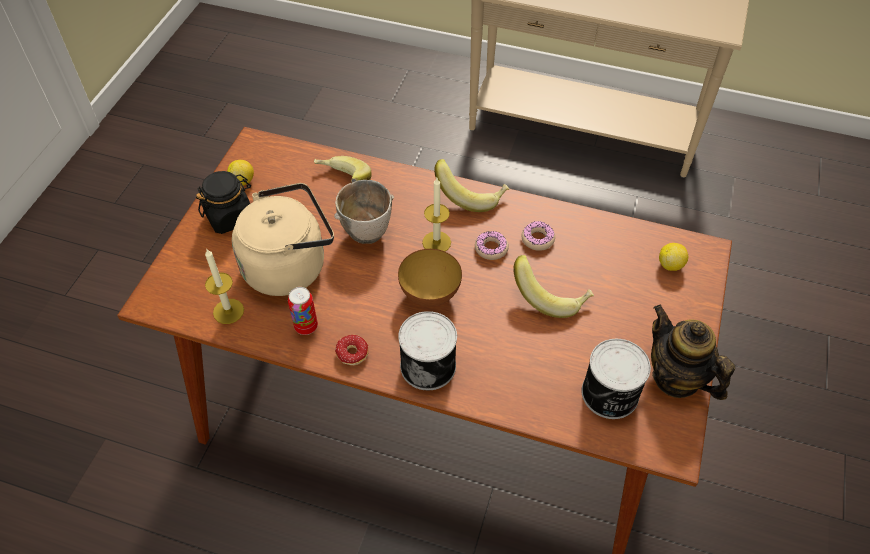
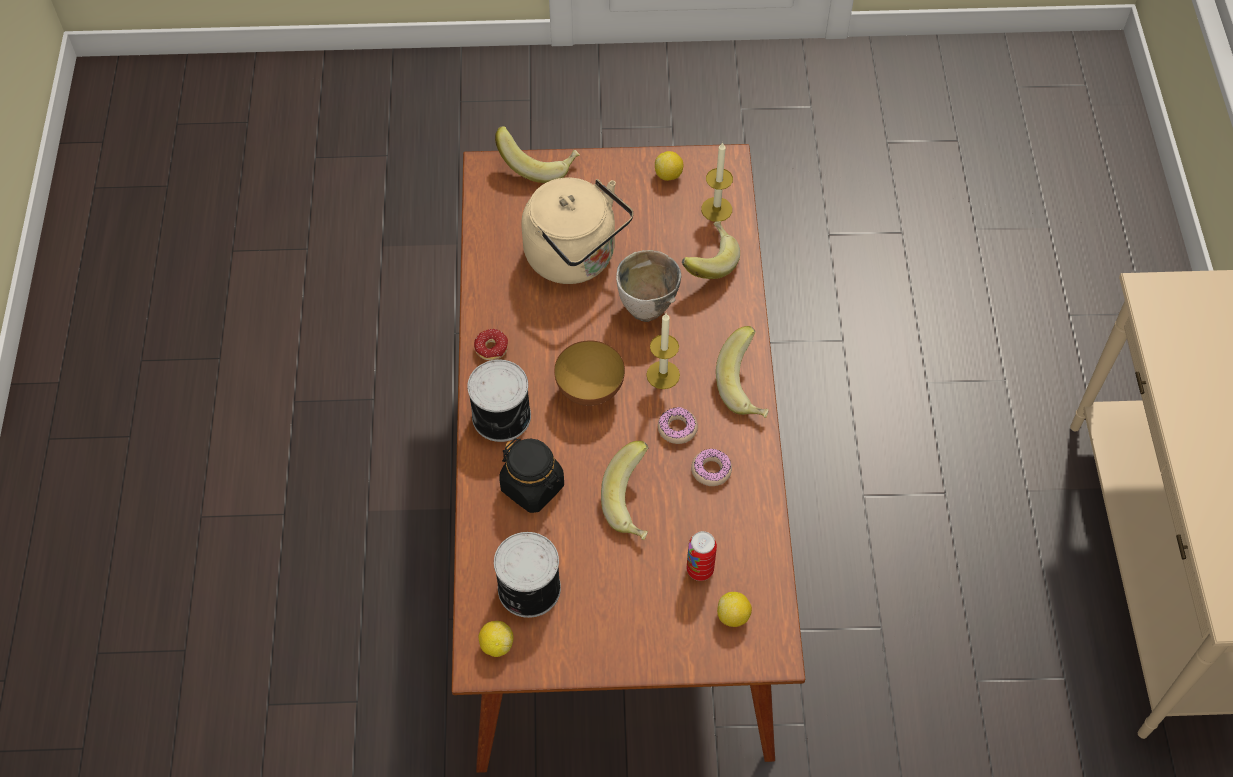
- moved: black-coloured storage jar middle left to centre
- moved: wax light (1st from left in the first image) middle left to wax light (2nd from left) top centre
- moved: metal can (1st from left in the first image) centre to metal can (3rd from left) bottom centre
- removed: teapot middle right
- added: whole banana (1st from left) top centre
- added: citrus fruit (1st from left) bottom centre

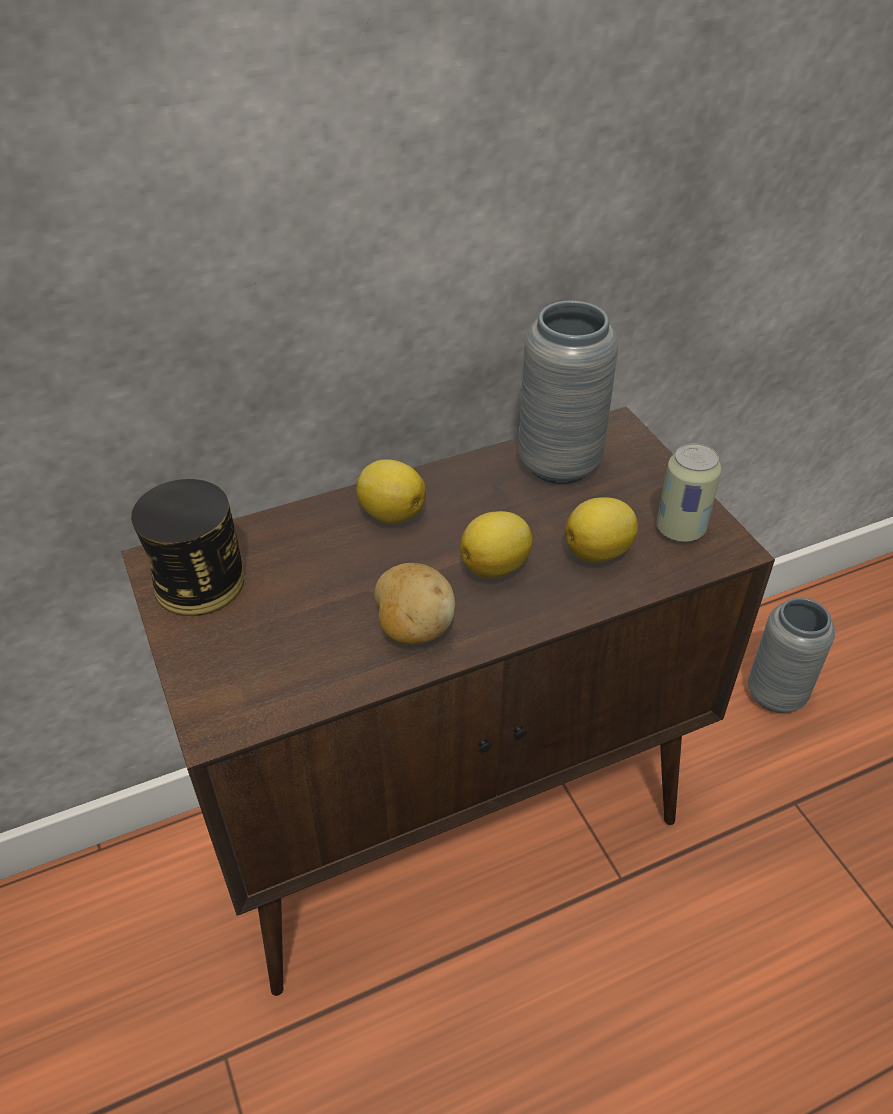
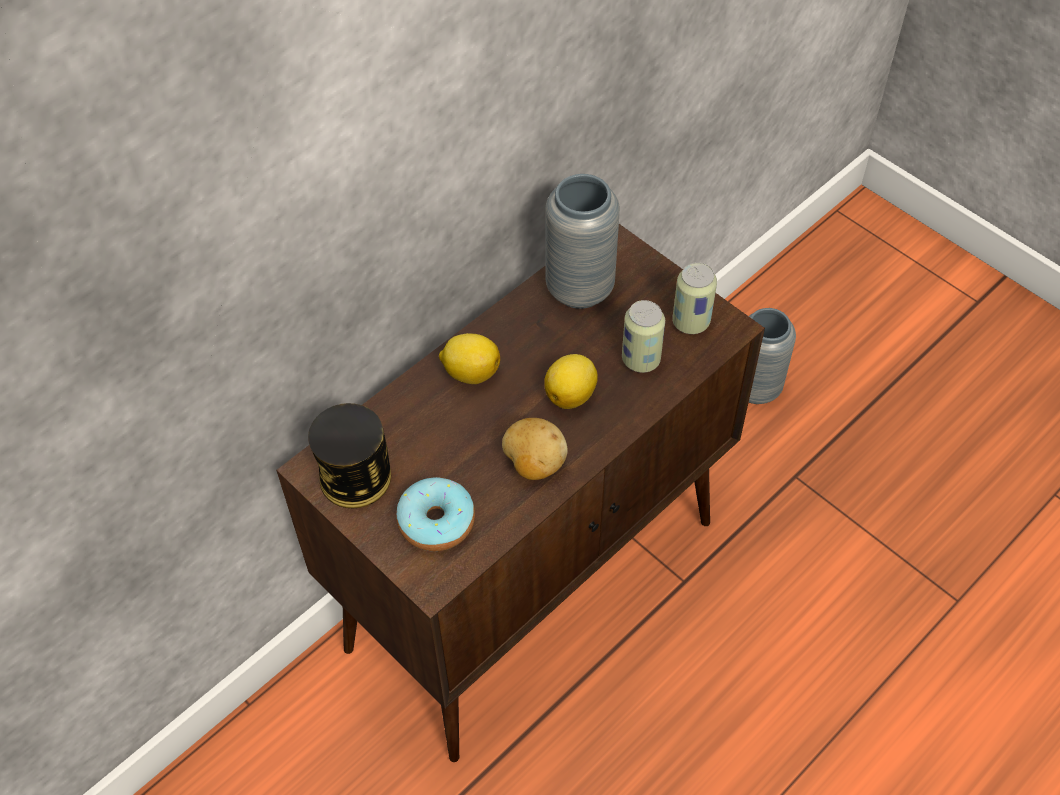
- replaced: citrus fruit (3rd from left) middle right to metal can (2nd from left) centre
- added: doughnut centre

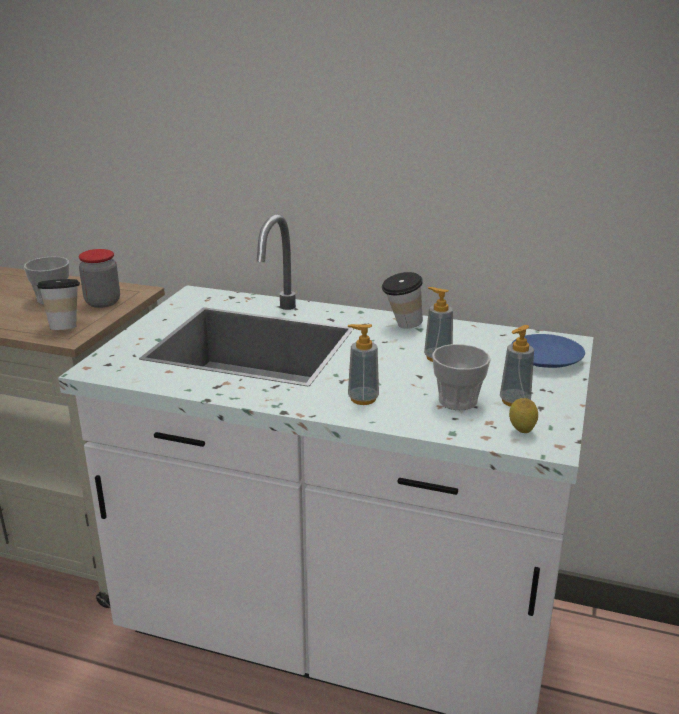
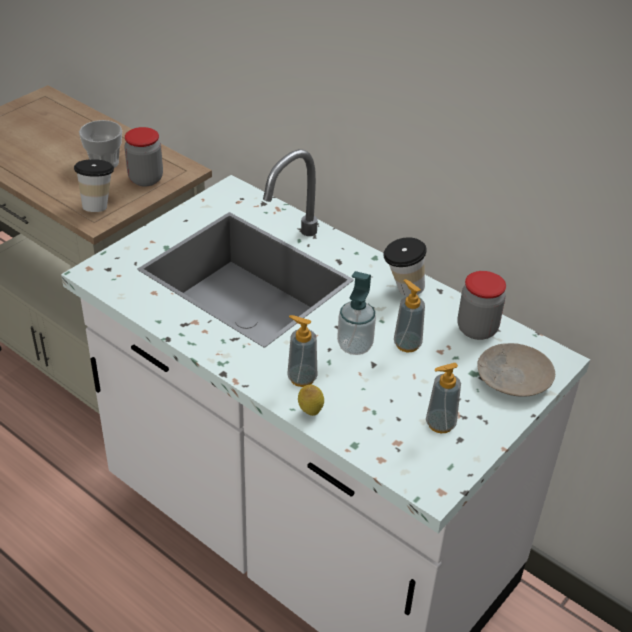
- recoloured: blue dinner plate middle right to sand-coloured dinner plate middle right
- removed: small cup (4th from left) middle right
- moved: citrus fruit middle right to centre
- added: liquid soap bottle (2nd from left) centre
- added: storage jar (2nd from left) middle right

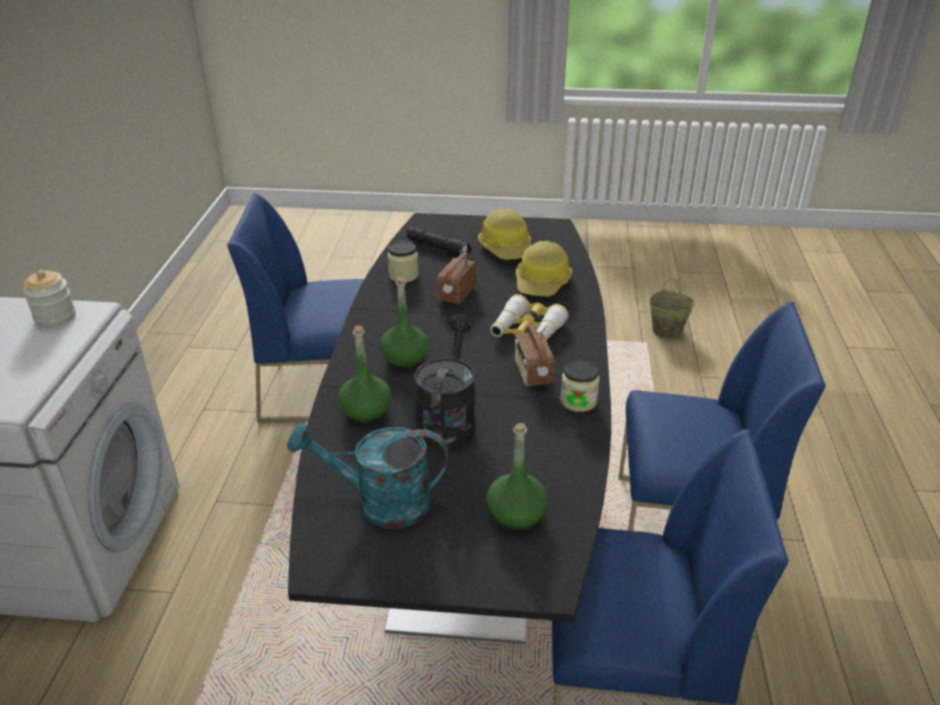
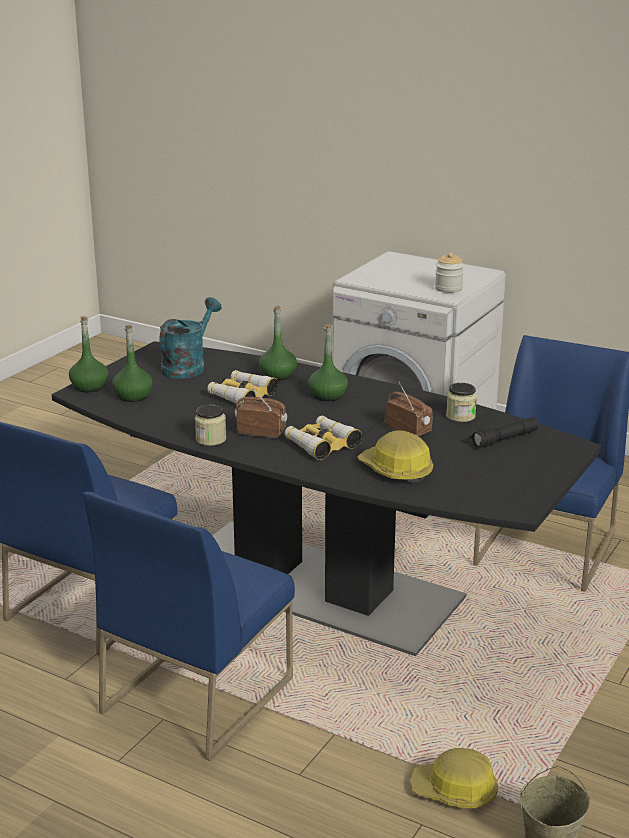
- moved: hard hat (1st from left in the first image) top centre to hard hat (2nd from left) bottom right
- replaced: black-coloured watering pot centre to binoculars (1st from left) centre
- added: green-coloured bottle (1st from left) middle left

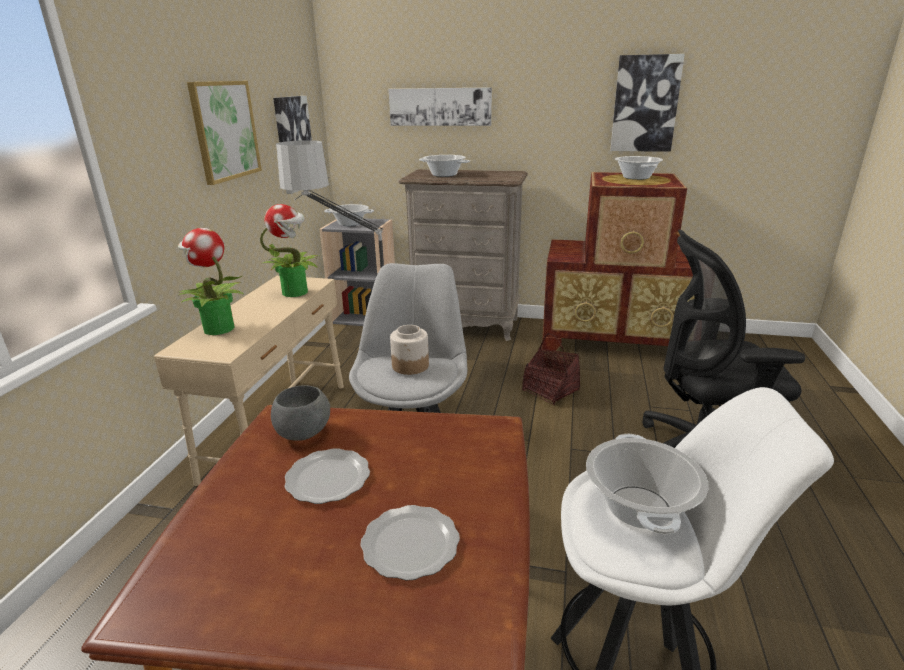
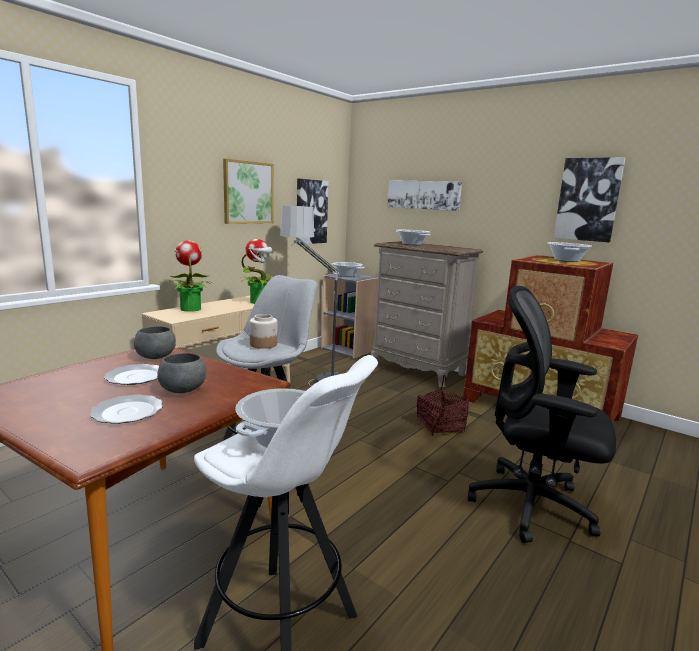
- added: gray serving bowl (2nd from left) middle left

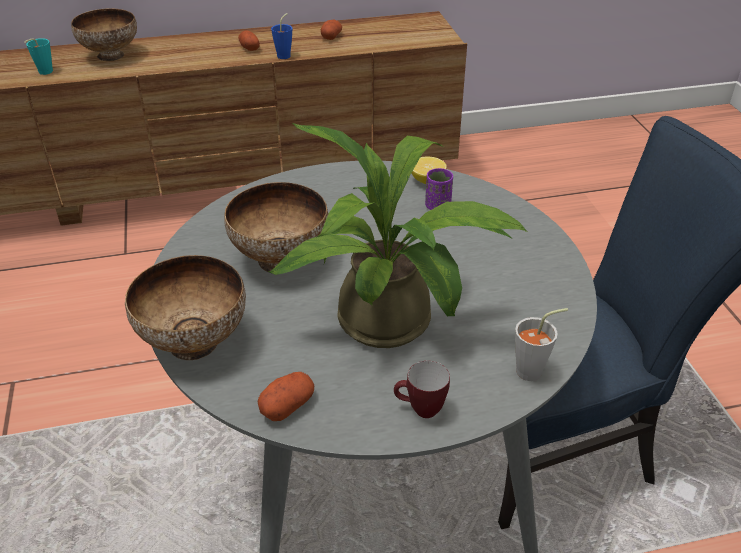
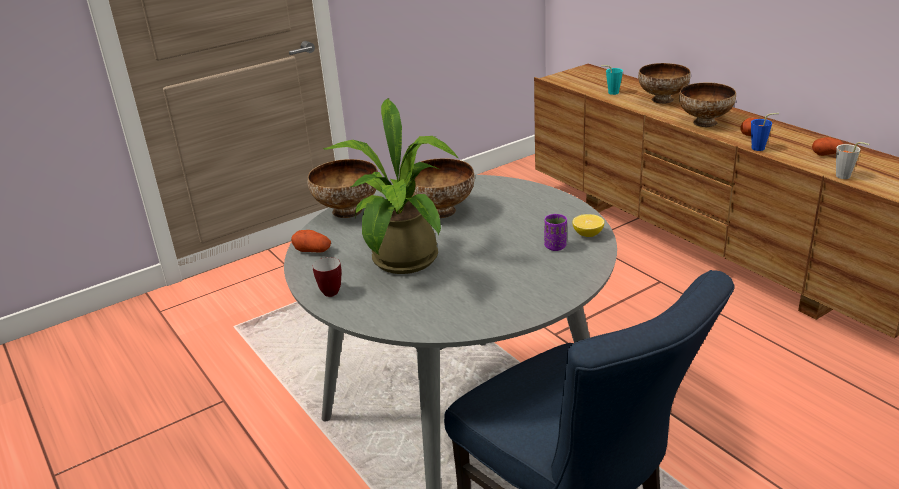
- moved: gray small cup middle right to top right
- added: serving bowl (4th from left) top right

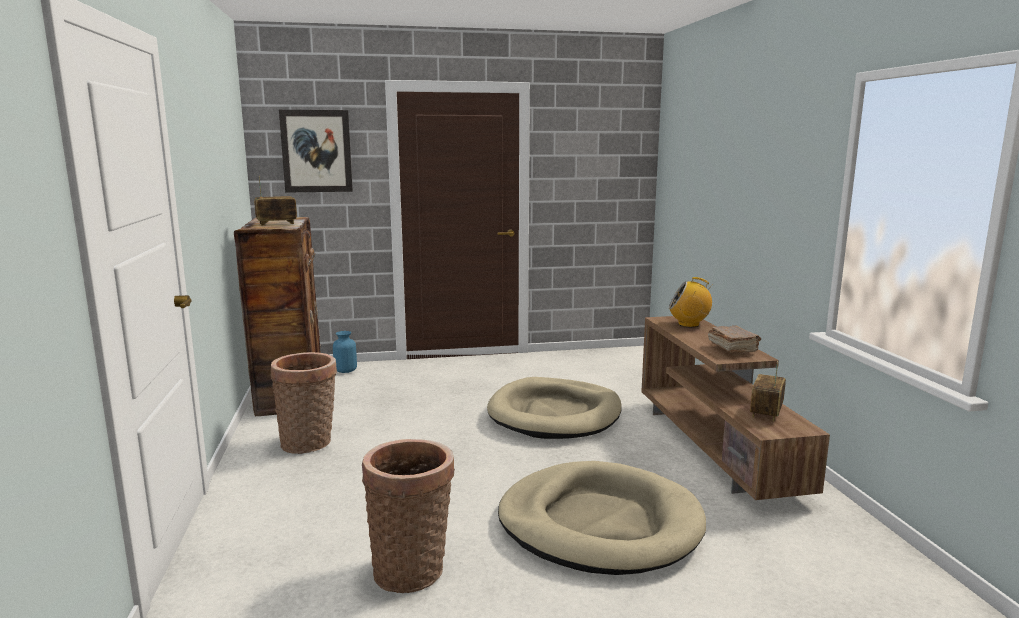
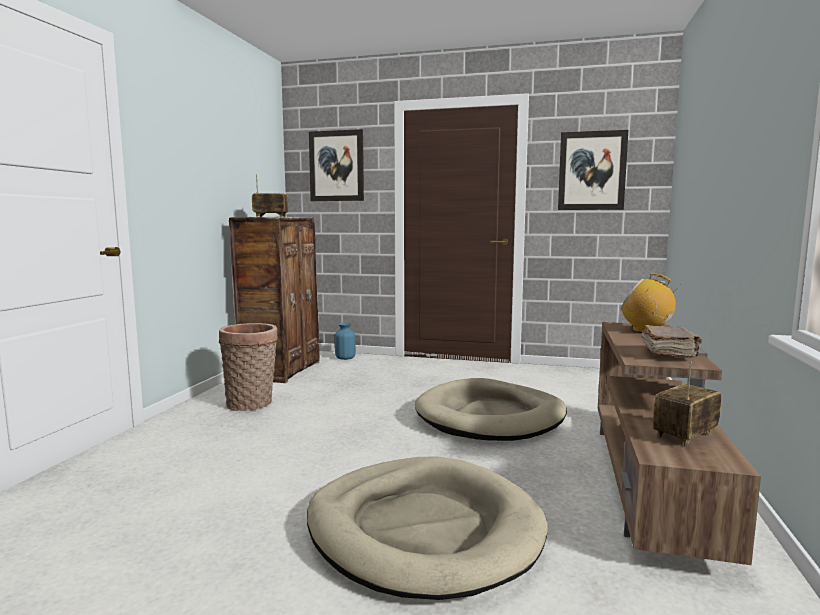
- removed: storage basket (2nd from left) bottom centre
- added: wall picture (2nd from left) top right

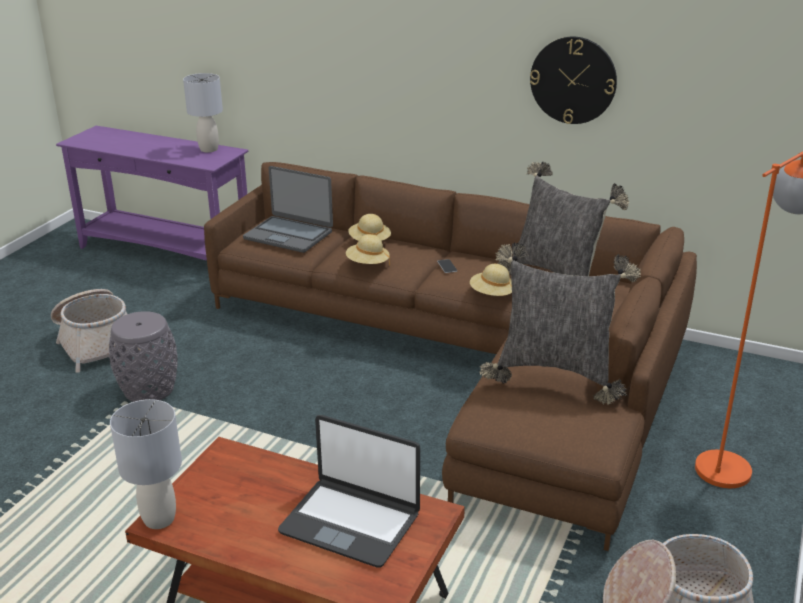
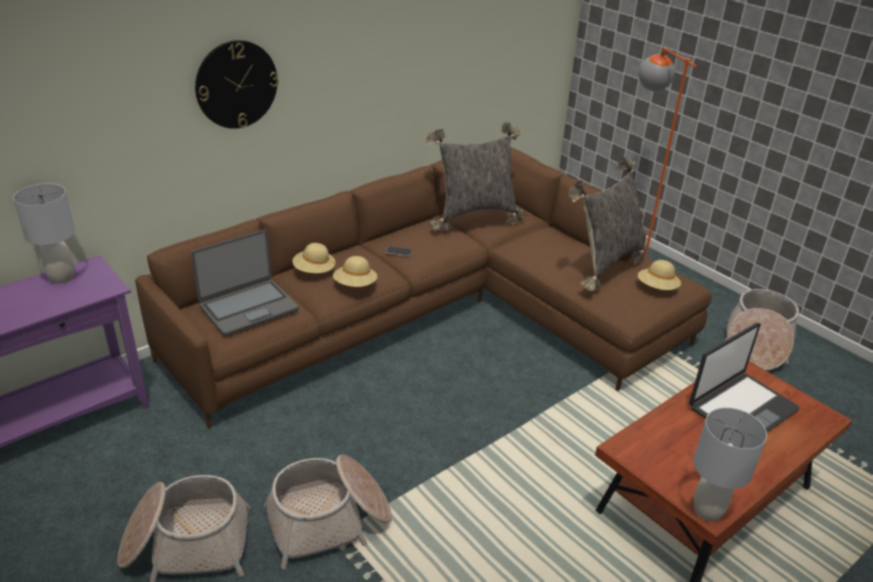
- moved: wall clock top right to top left
- moved: sand-coloured clothing hat (3rd from left) centre to middle right
- replaced: gray sitting stool middle left to storage basket (2nd from left) bottom centre

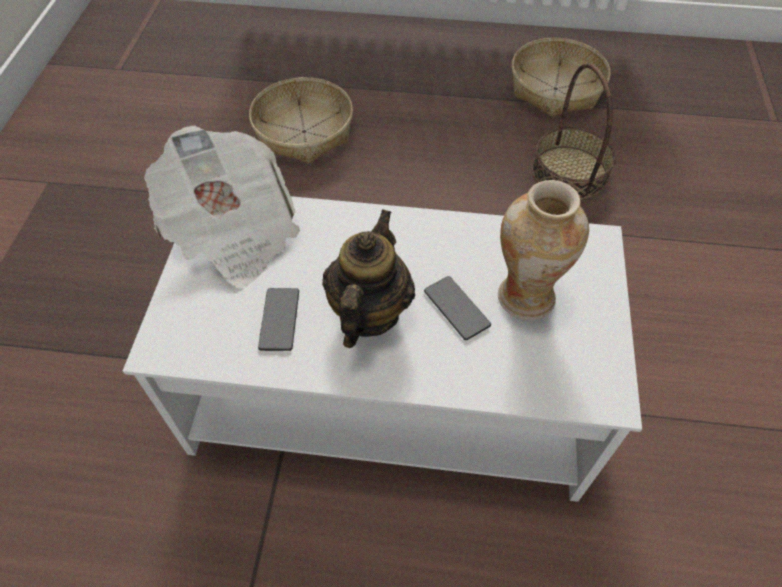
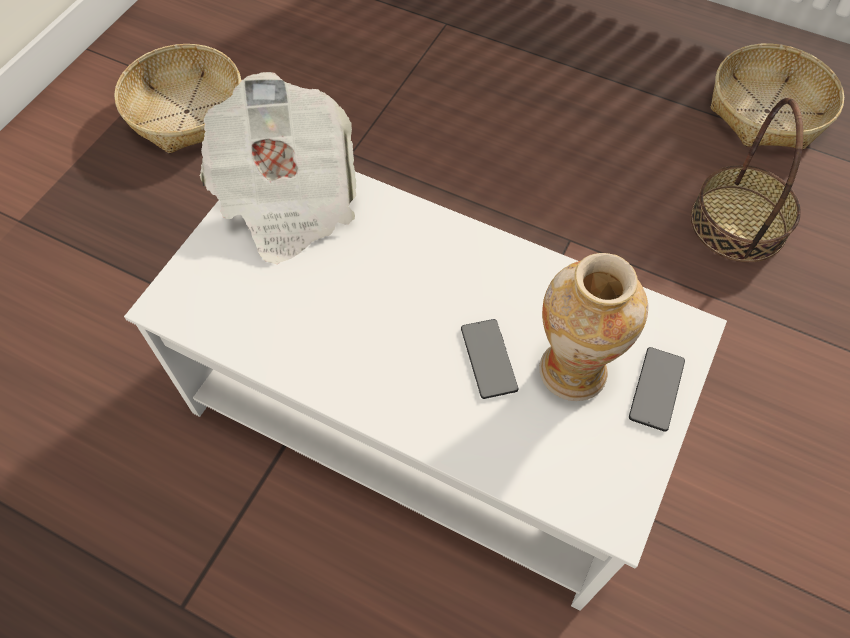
- moved: storage basket (1st from left) top centre to top left
- removed: teapot centre
- moved: phone (1st from left in the first image) centre to phone (2nd from left) middle right

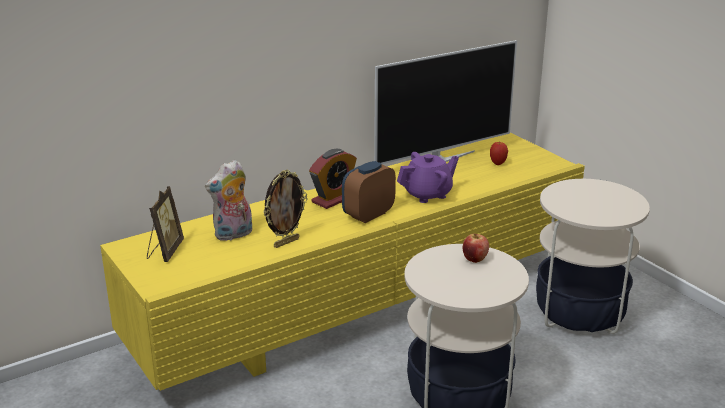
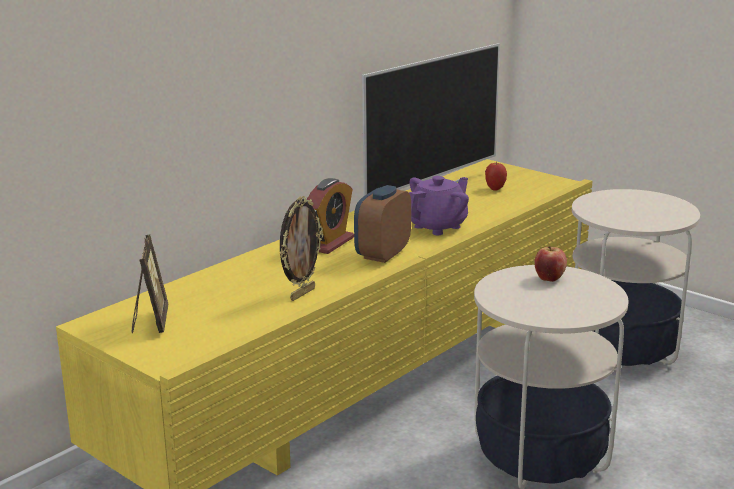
- removed: cuddly toy middle left

